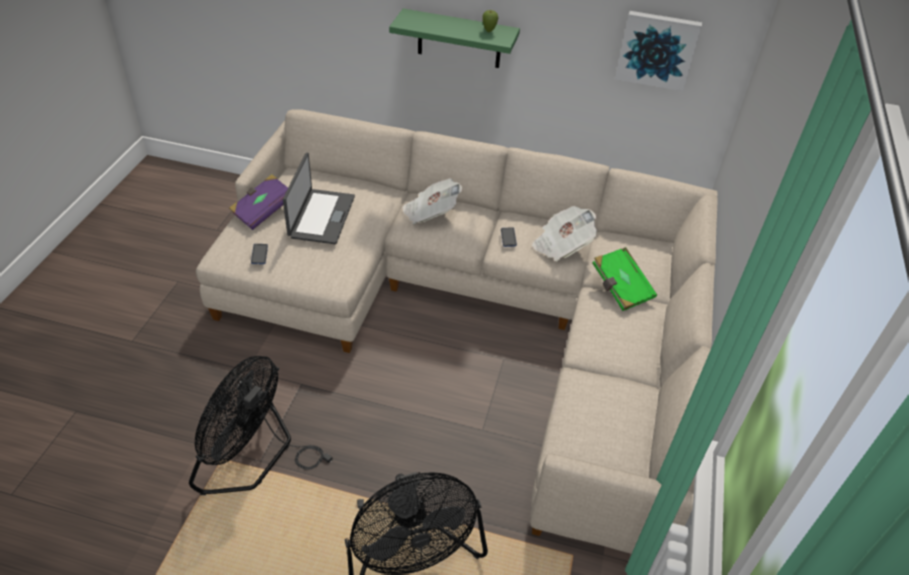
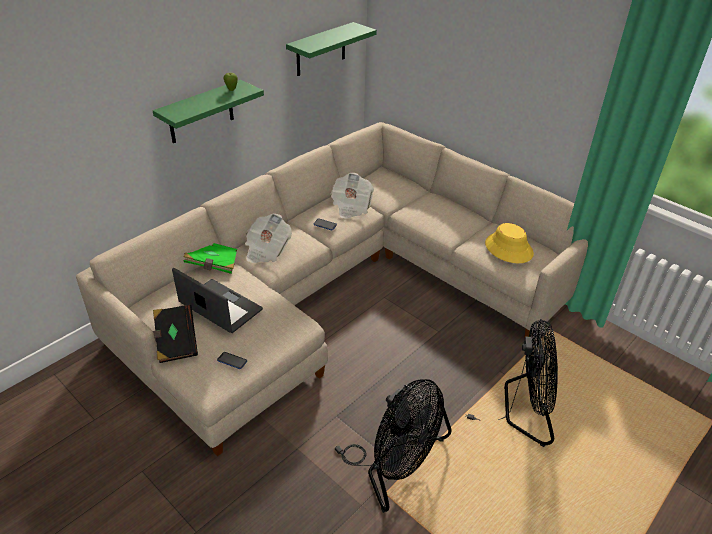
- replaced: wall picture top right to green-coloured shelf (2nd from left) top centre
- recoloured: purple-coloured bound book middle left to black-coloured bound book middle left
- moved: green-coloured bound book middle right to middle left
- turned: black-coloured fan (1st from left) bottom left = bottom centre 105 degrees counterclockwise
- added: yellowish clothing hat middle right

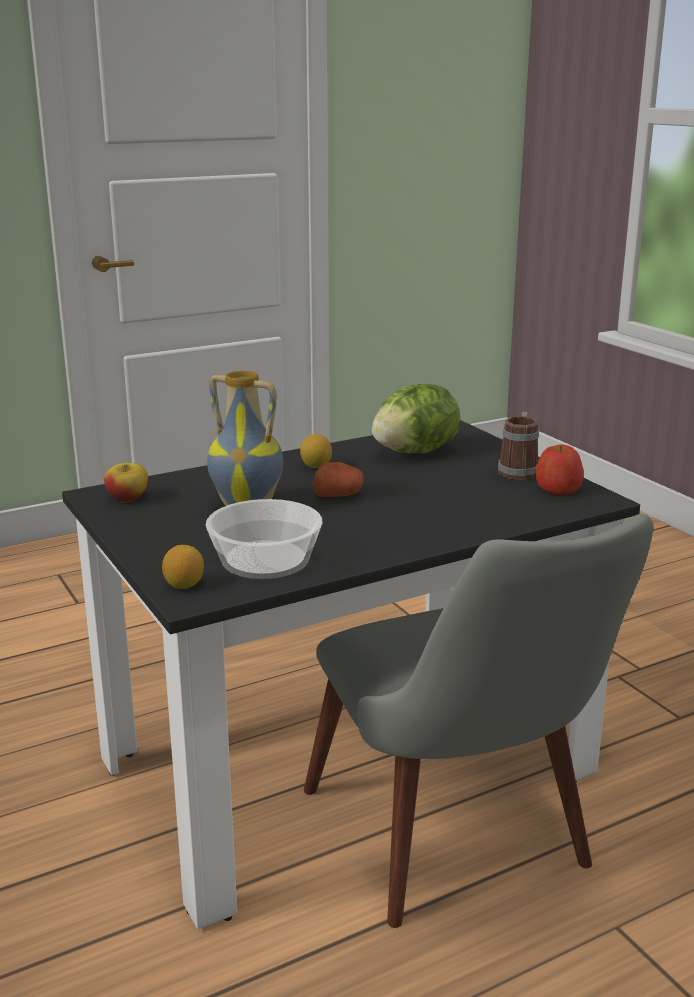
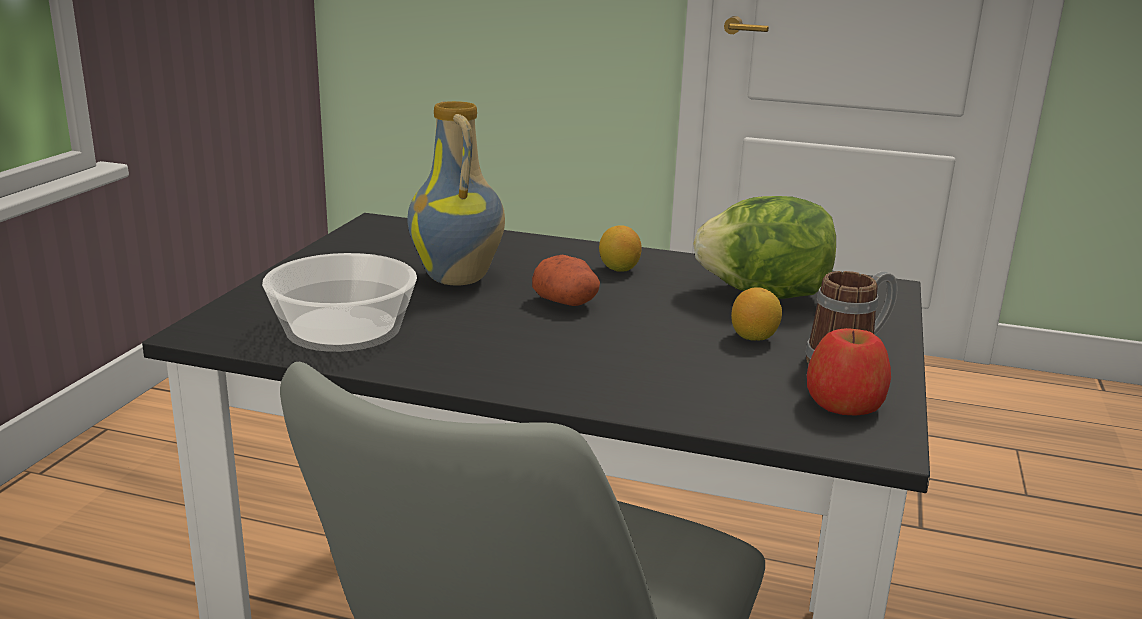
- removed: apple fruit (1st from left) middle left
- moved: citrus fruit (1st from left in the first image) middle left to citrus fruit (2nd from left) centre

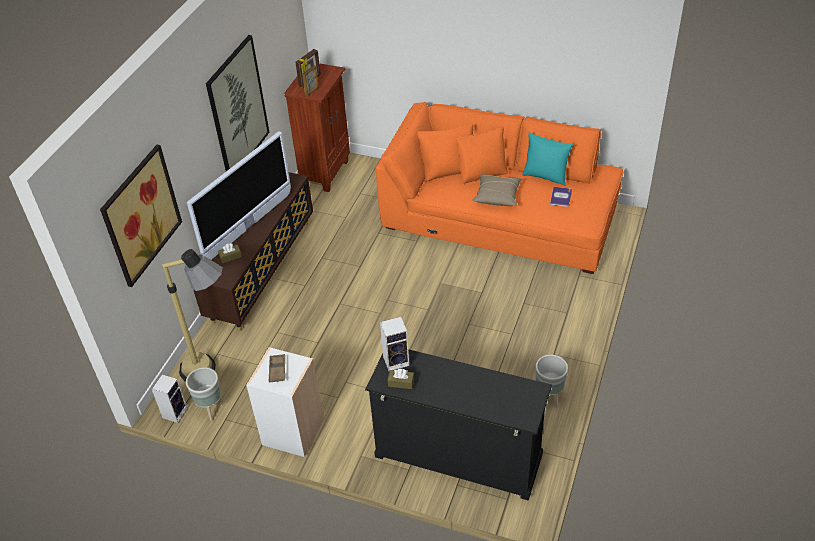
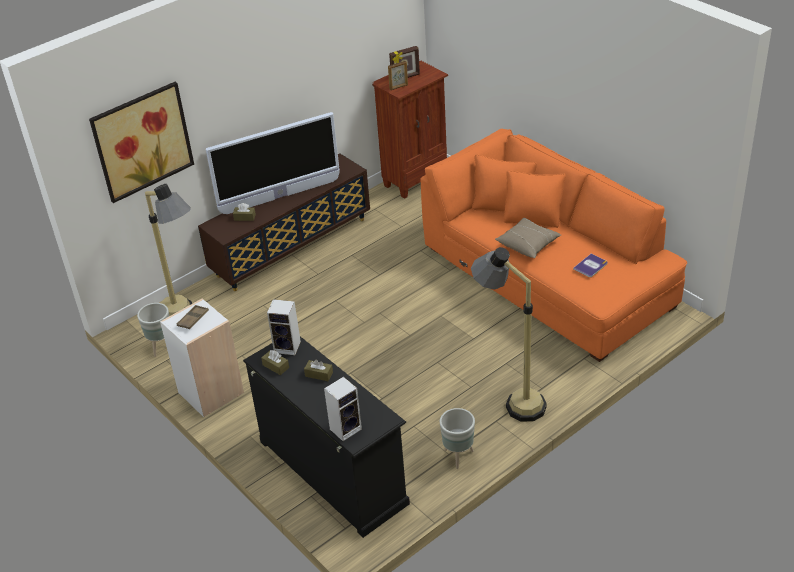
- removed: wall picture (2nd from left) top left
- removed: turquoise-coloured cushion top right
- moved: speaker (1st from left in the first image) bottom left to speaker (2nd from left) bottom centre
- added: standard lamp (2nd from left) centre
- added: brown-coloured tissue holder (3rd from left) centre

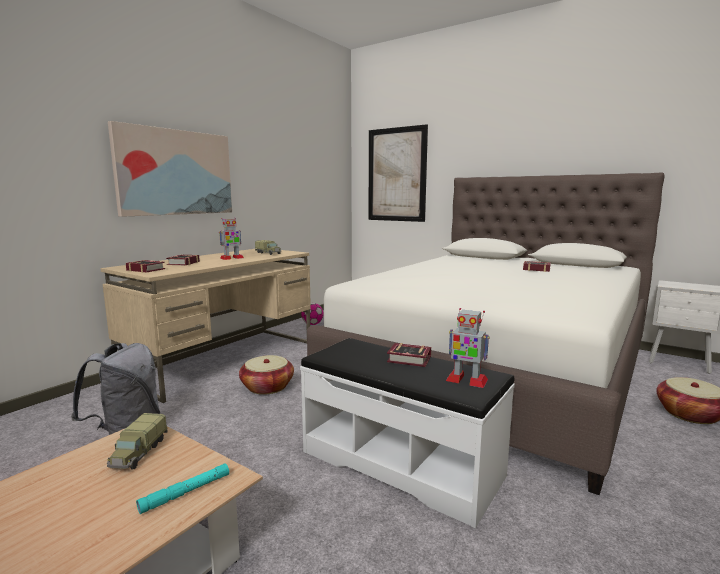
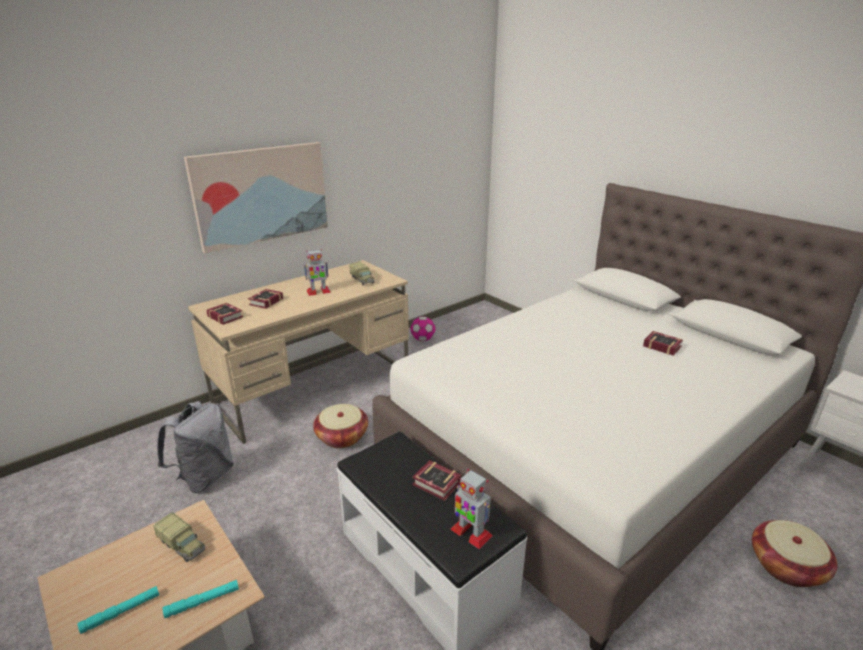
- removed: wall picture (2nd from left) top centre
- turned: toy truck (1st from left) bottom left = bottom left 75 degrees counterclockwise
- added: turquoise-coloured flashlight (1st from left) bottom left

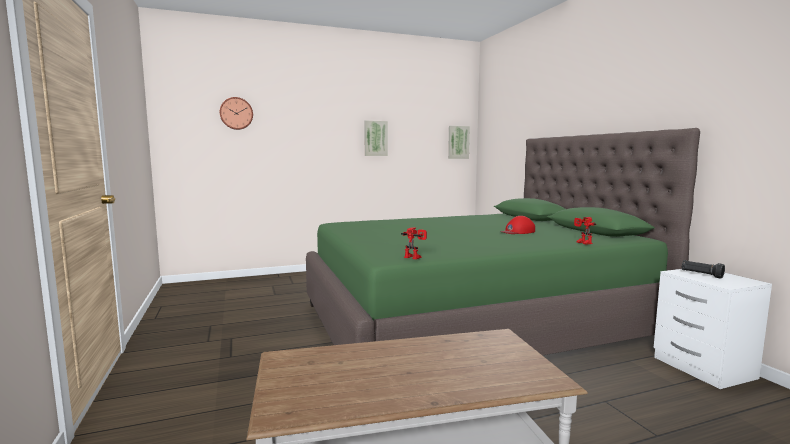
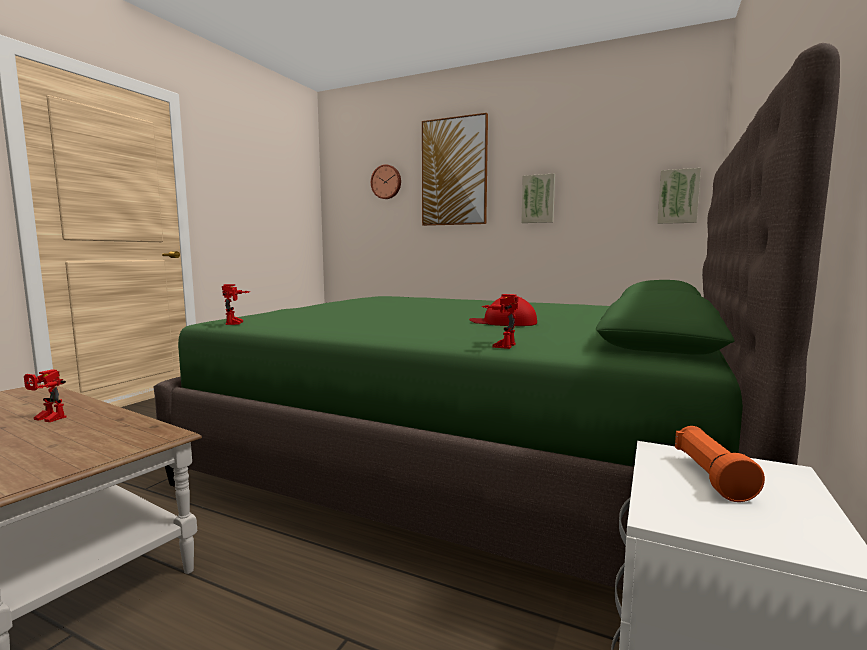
- recoloured: black-coloured flashlight middle right to orange-coloured flashlight bottom right
- added: wall picture (1st from left) top centre
- added: toy robot (1st from left) middle left

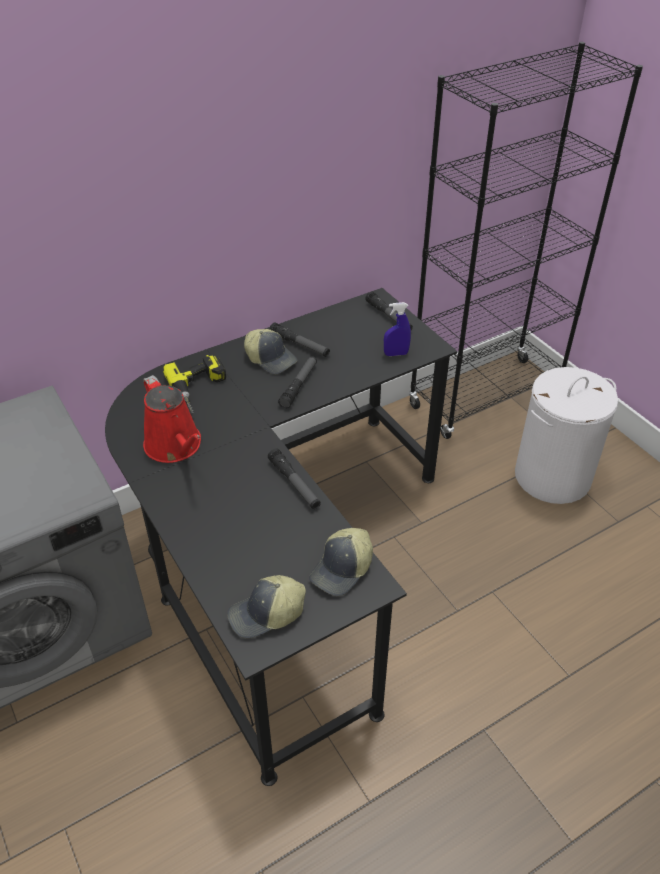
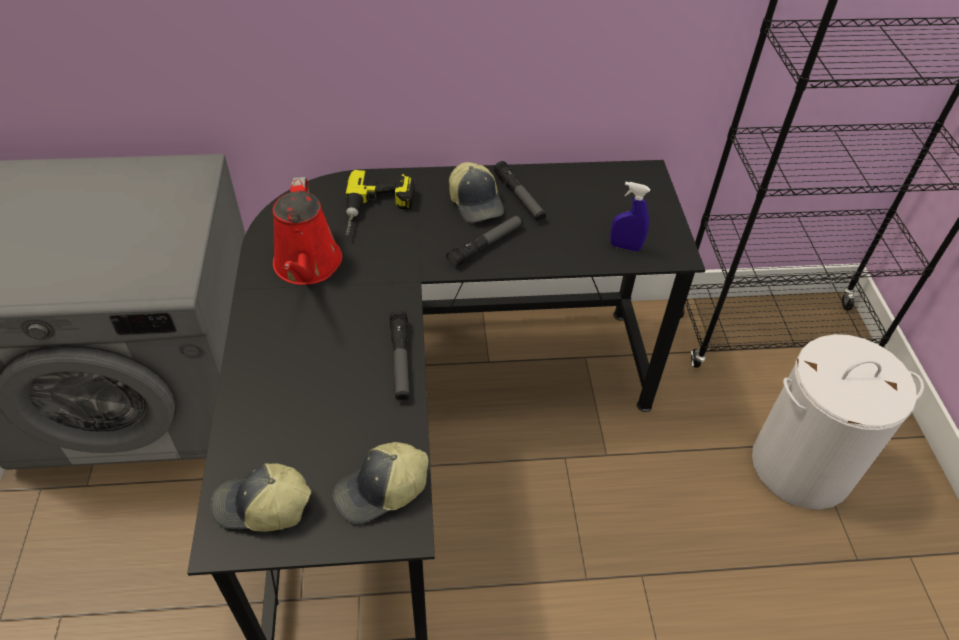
- removed: flashlight (4th from left) centre

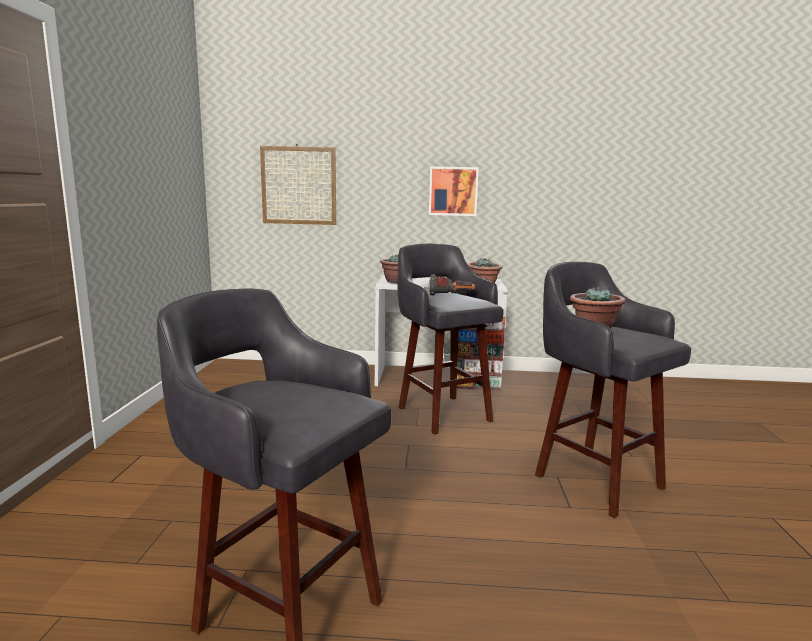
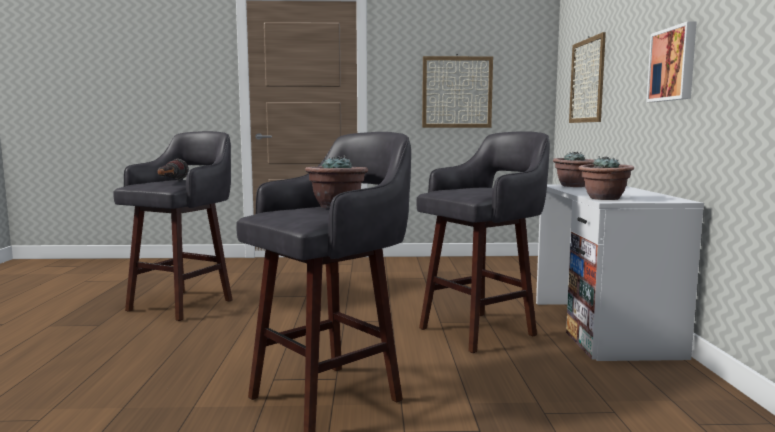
- moved: flashlight centre to middle left
- added: wall picture (1st from left) top centre

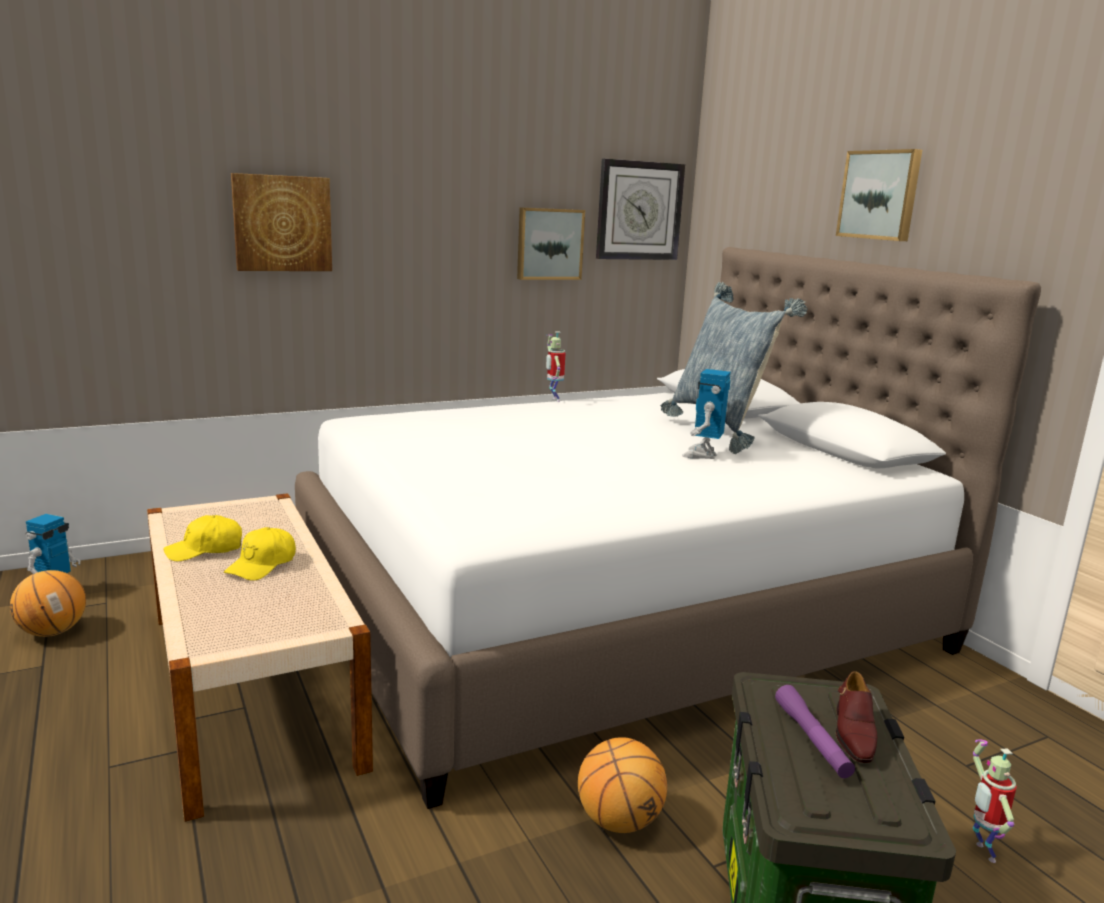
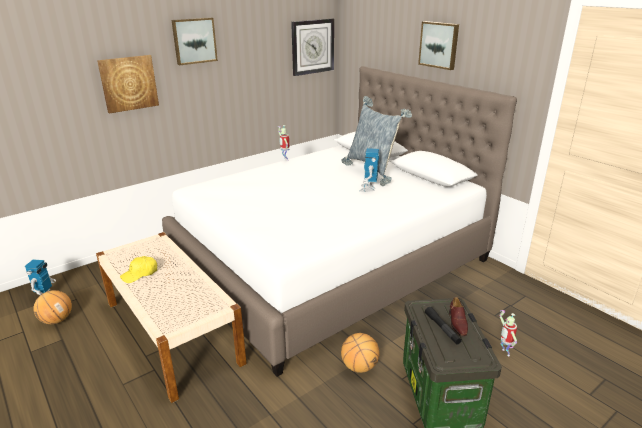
- moved: wall picture (2nd from left) top centre to top left
- removed: yellowish cap (2nd from left) middle left
- recoloured: purple-coloured flashlight bottom right to black-coloured flashlight bottom right

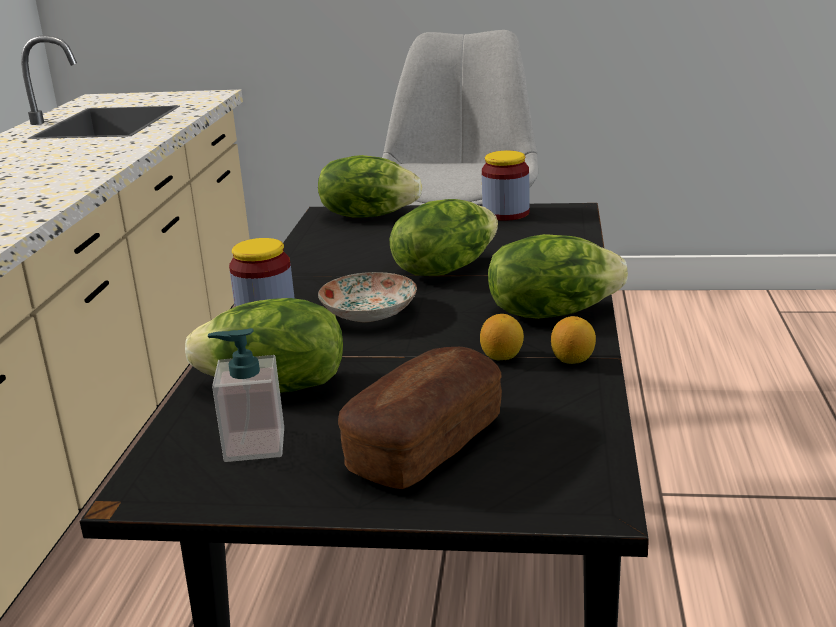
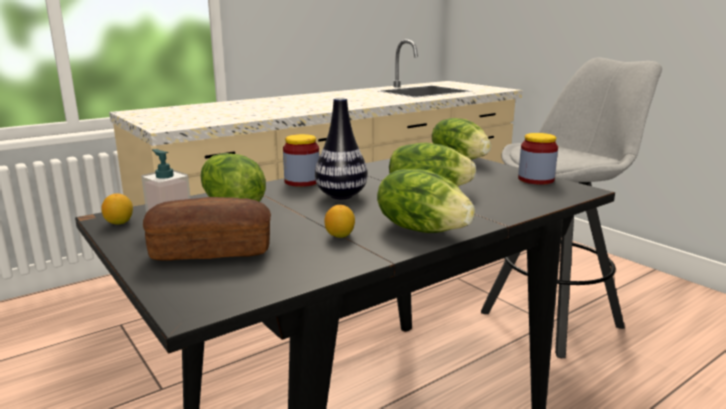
- replaced: dinner plate centre to flower vase centre
- moved: citrus fruit (2nd from left in the first image) middle right to citrus fruit (1st from left) middle left

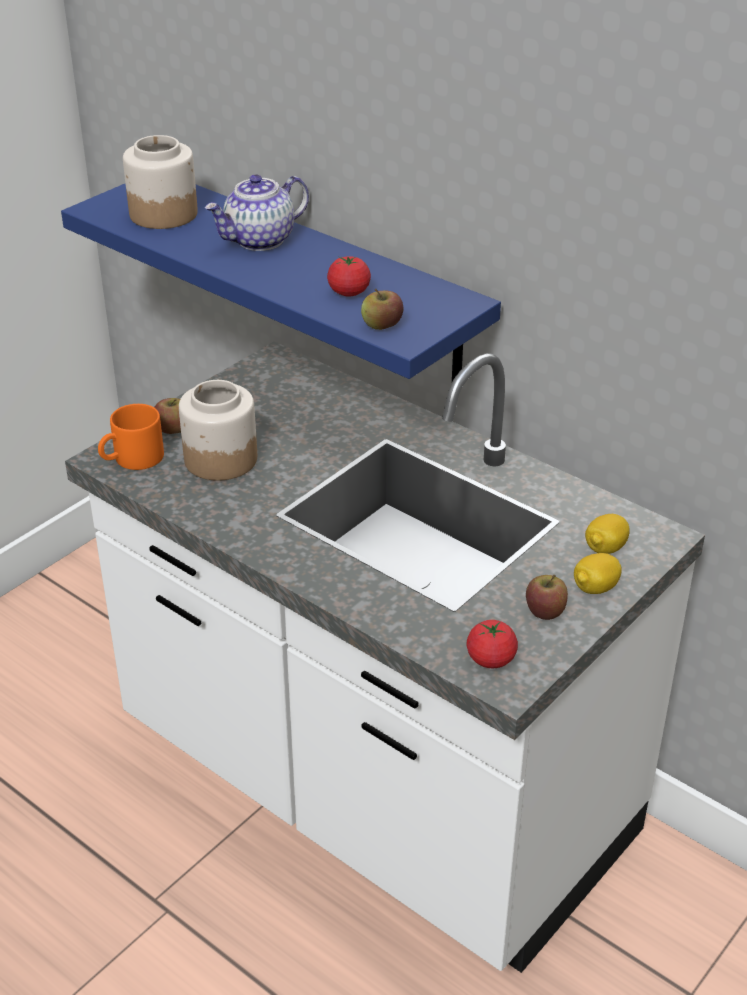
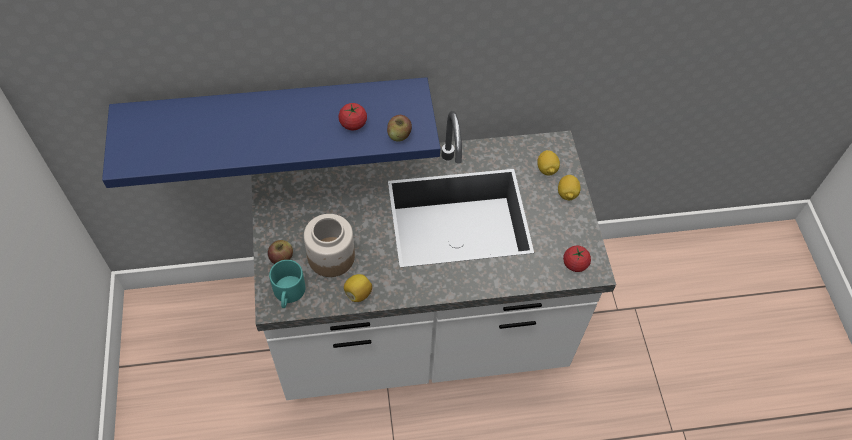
- removed: storage jar (1st from left) top left
- removed: teapot top centre
- recoloured: orange-coloured coffee mug middle left to turquoise-coloured coffee mug centre
- removed: apple fruit (3rd from left) middle right
- added: citrus fruit (1st from left) centre

